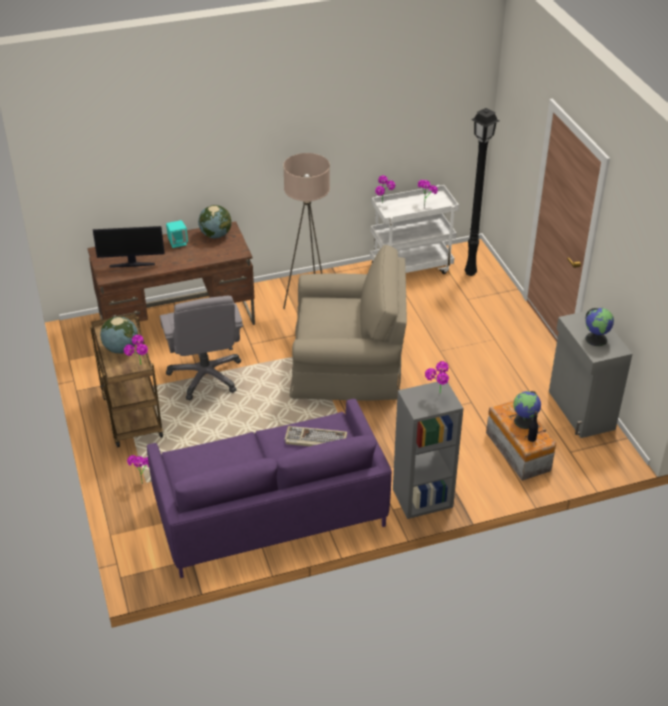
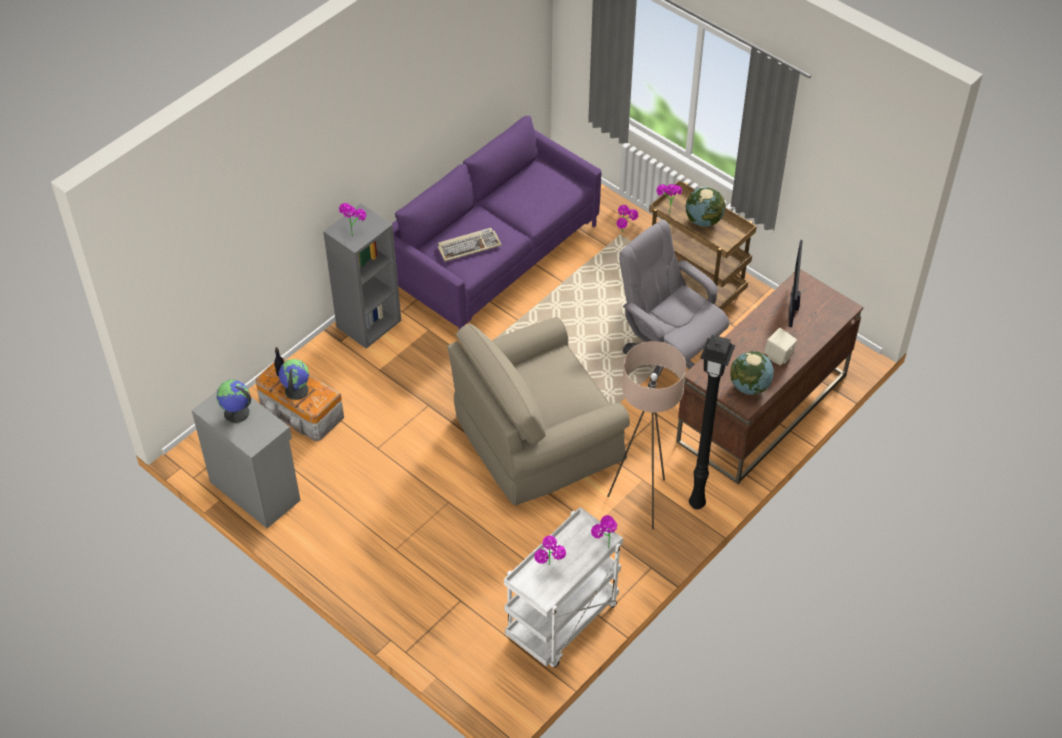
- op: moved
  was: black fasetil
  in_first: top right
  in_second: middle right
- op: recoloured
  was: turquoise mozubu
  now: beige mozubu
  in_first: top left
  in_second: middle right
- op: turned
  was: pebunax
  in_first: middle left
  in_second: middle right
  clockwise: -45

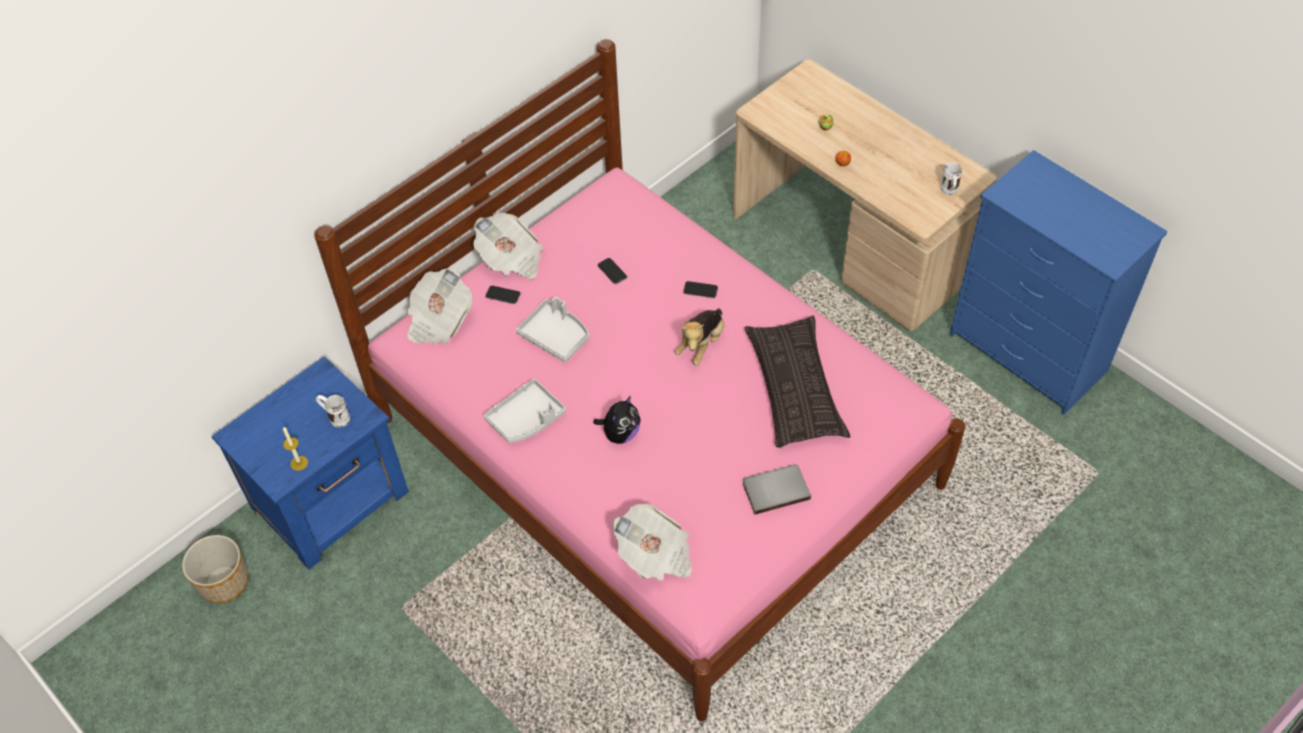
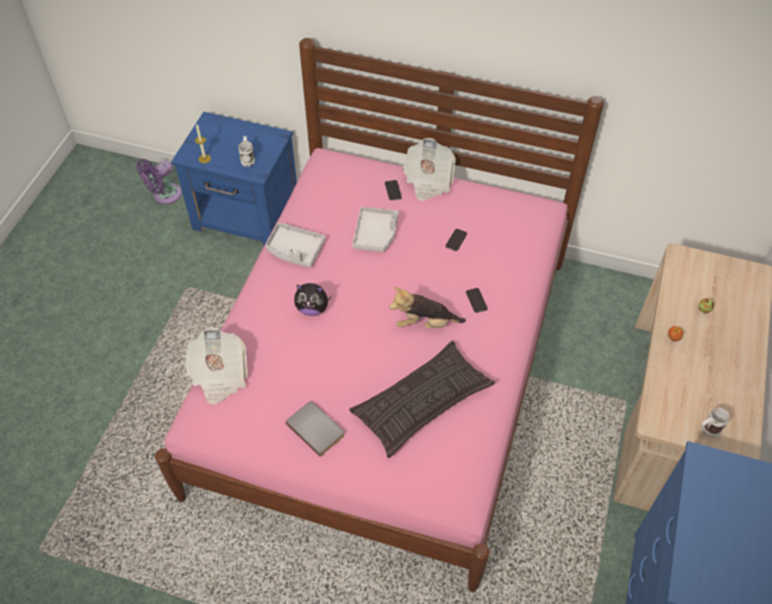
- op: replaced
  was: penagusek
  now: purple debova
  in_first: bottom left
  in_second: top left
- op: removed
  was: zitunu (1st from left)
  in_first: centre

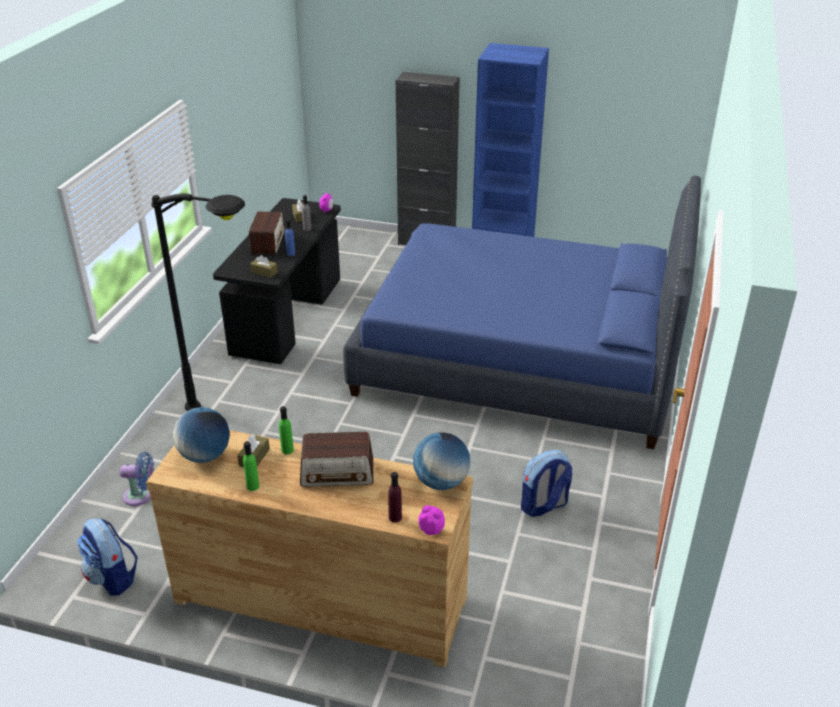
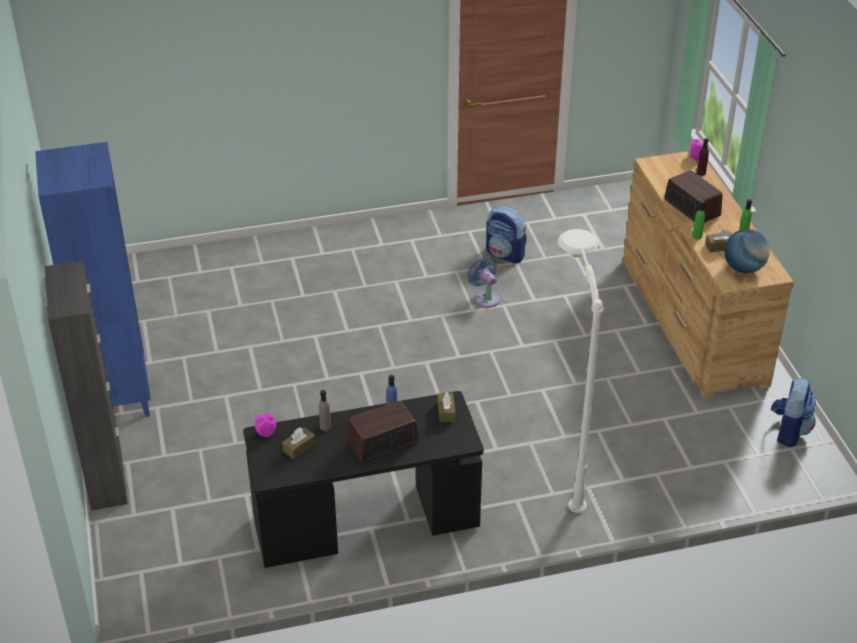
- op: moved
  was: blue debova
  in_first: bottom left
  in_second: centre
- op: recoloured
  was: black fasetil
  now: white fasetil
  in_first: middle left
  in_second: middle right
- op: removed
  was: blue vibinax
  in_first: centre
- op: removed
  was: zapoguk (2nd from left)
  in_first: centre

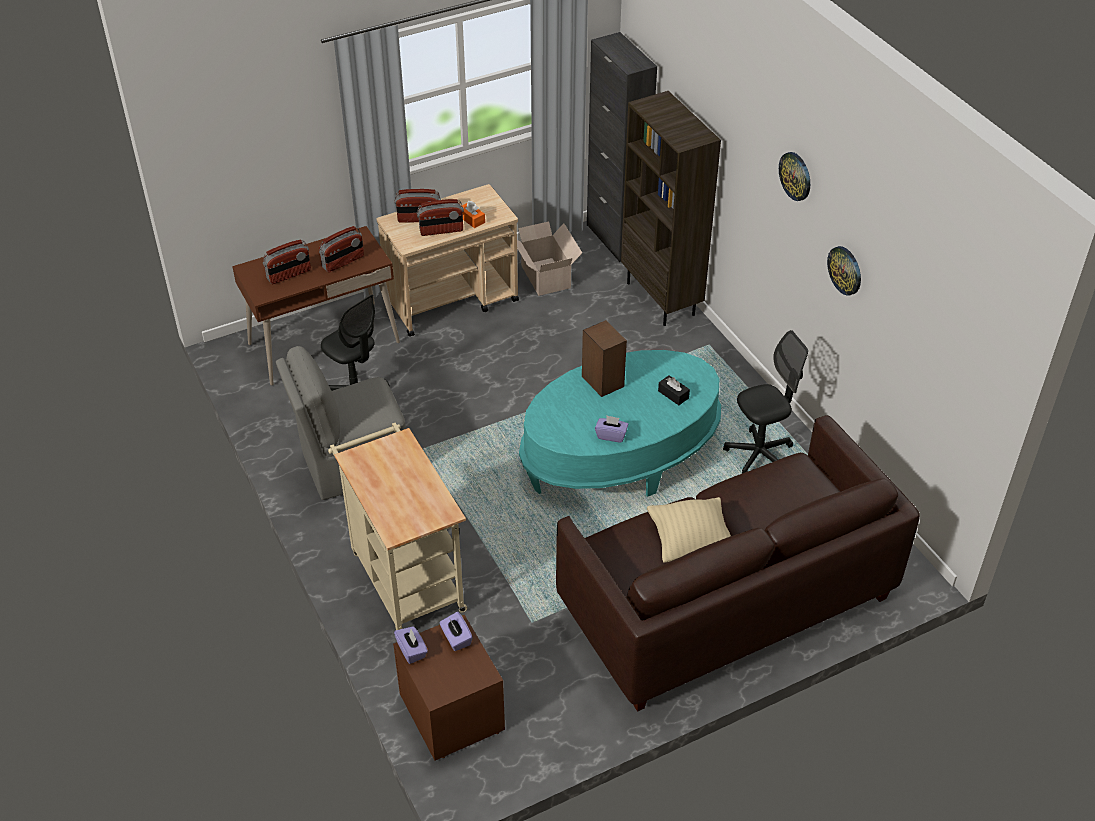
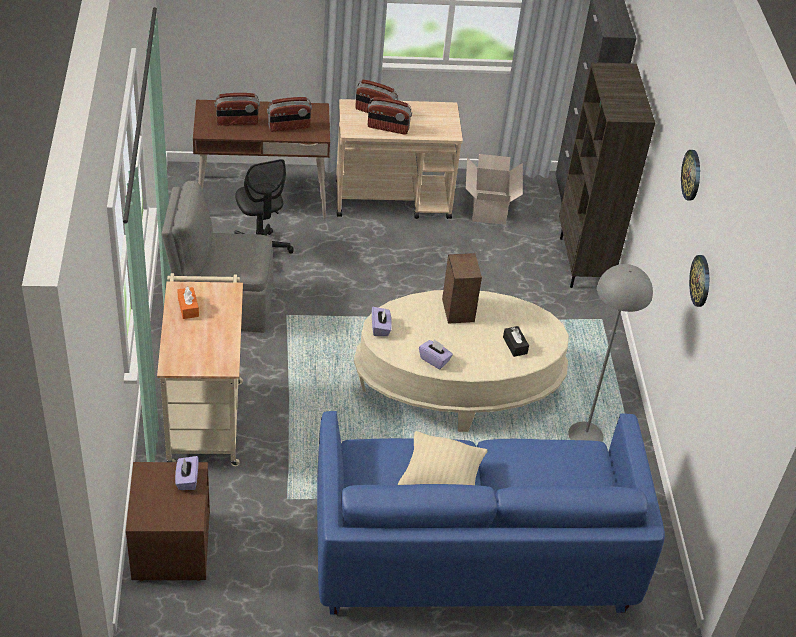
- op: moved
  was: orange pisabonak
  in_first: top centre
  in_second: middle left
- op: recoloured
  was: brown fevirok
  now: blue fevirok
  in_first: bottom right
  in_second: bottom centre
- op: recoloured
  was: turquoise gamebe
  now: beige gamebe
  in_first: centre
  in_second: centre
- op: moved
  was: purple pisabonak (1st from left in the first image)
  now: purple pisabonak (2nd from left)
  in_first: bottom centre
  in_second: centre
- op: replaced
  was: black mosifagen (2nd from left)
  now: grey fasetil
  in_first: middle right
  in_second: middle right

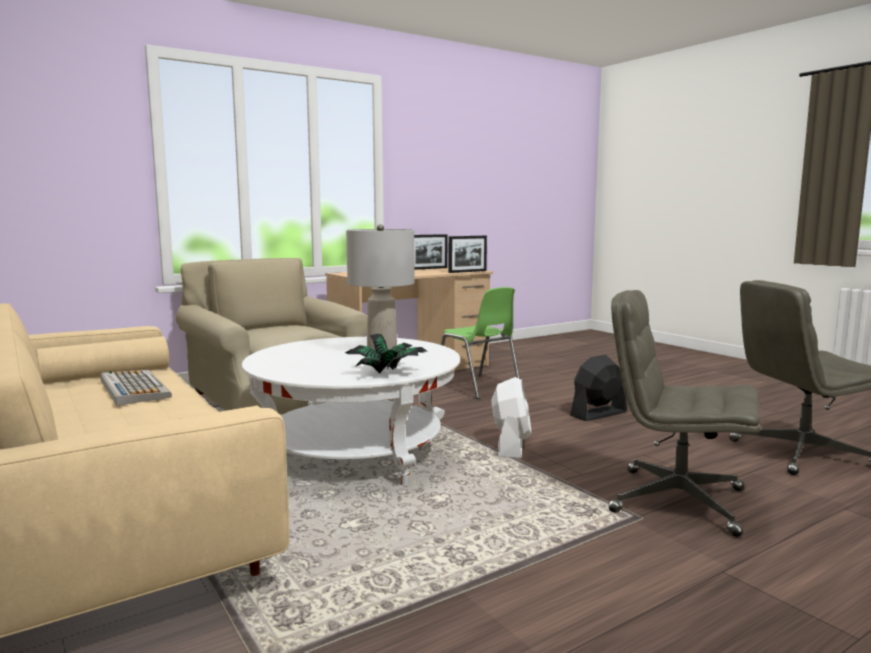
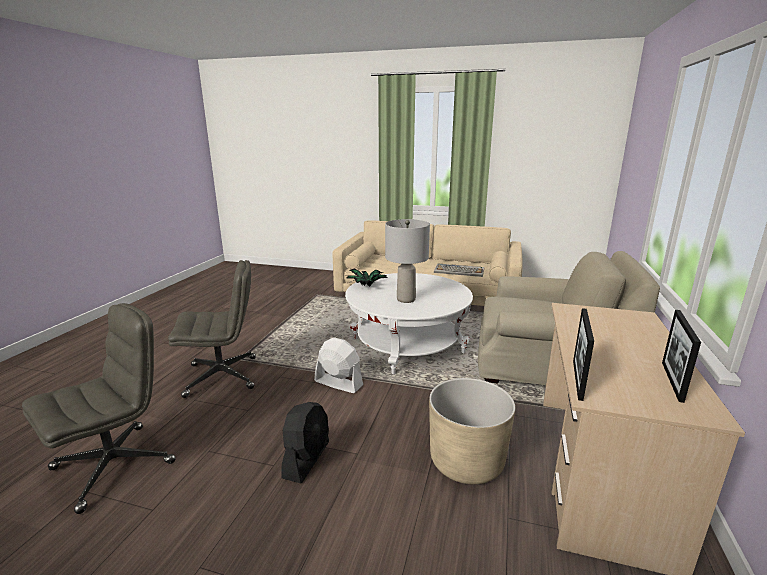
- op: turned
  was: white debova
  in_first: centre
  in_second: centre
  clockwise: 150
- op: replaced
  was: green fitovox
  now: beige penagusek
  in_first: centre
  in_second: bottom centre

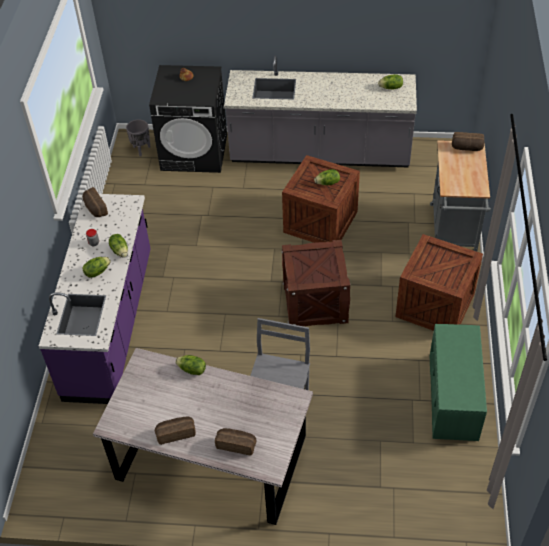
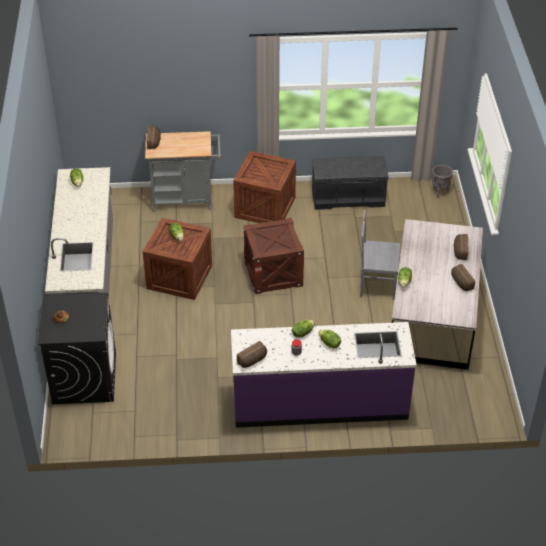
- op: recoloured
  was: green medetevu
  now: grey medetevu
  in_first: bottom right
  in_second: centre
- op: moved
  was: grey penagusek
  in_first: top left
  in_second: top right

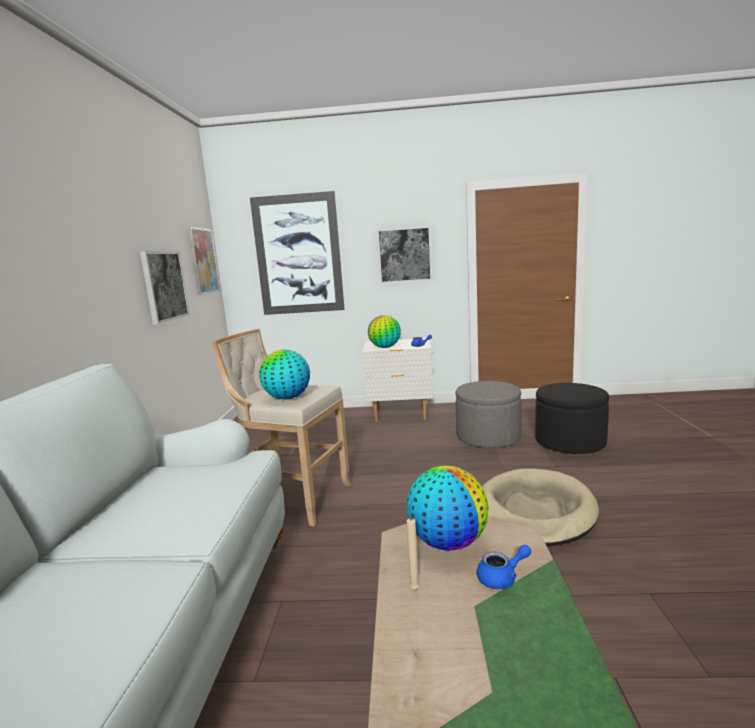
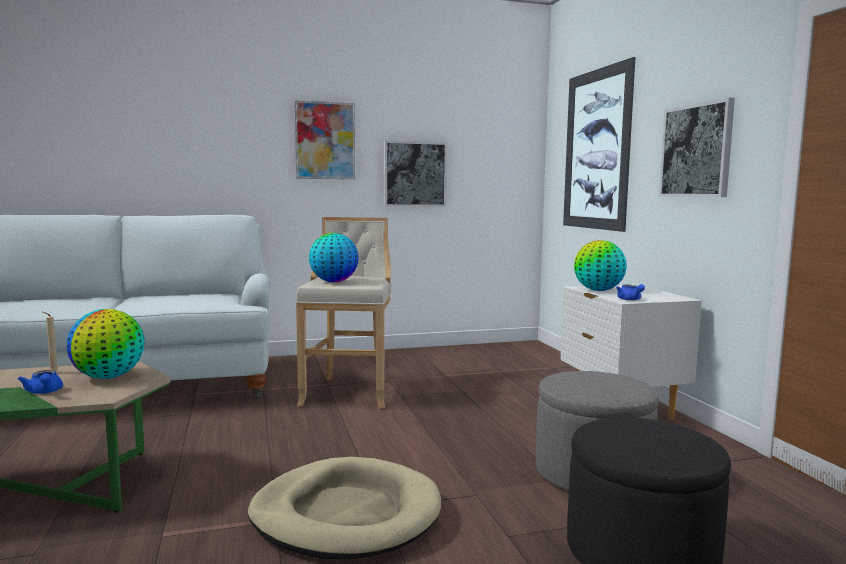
- op: moved
  was: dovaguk (2nd from left in the first image)
  now: dovaguk (1st from left)
  in_first: middle left
  in_second: top centre

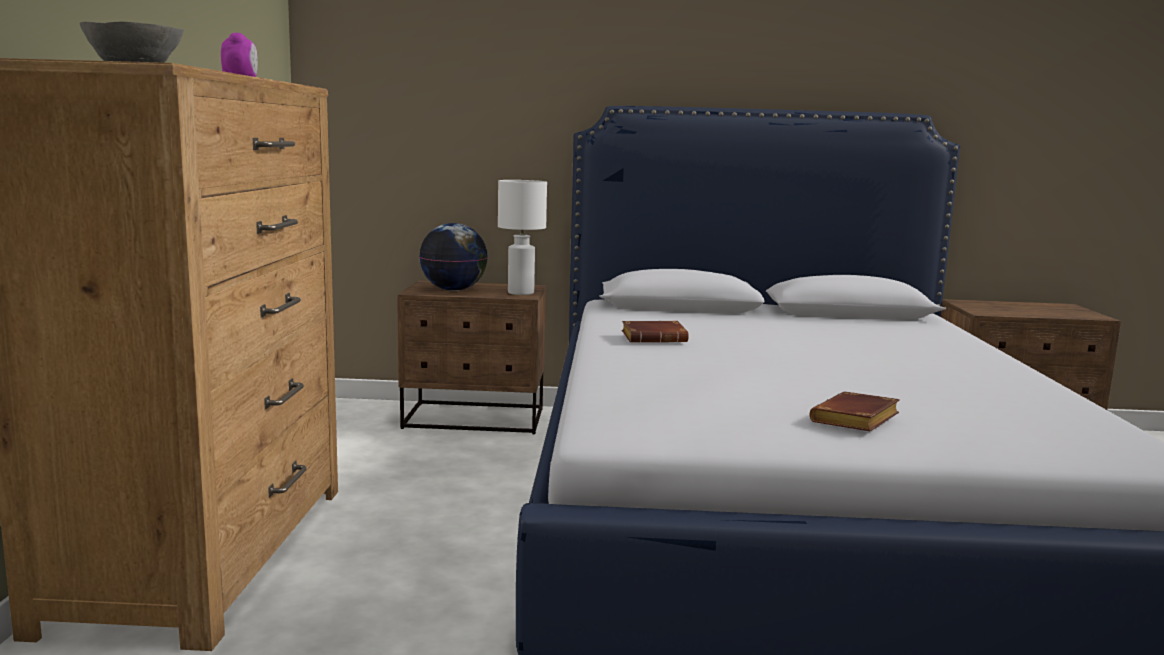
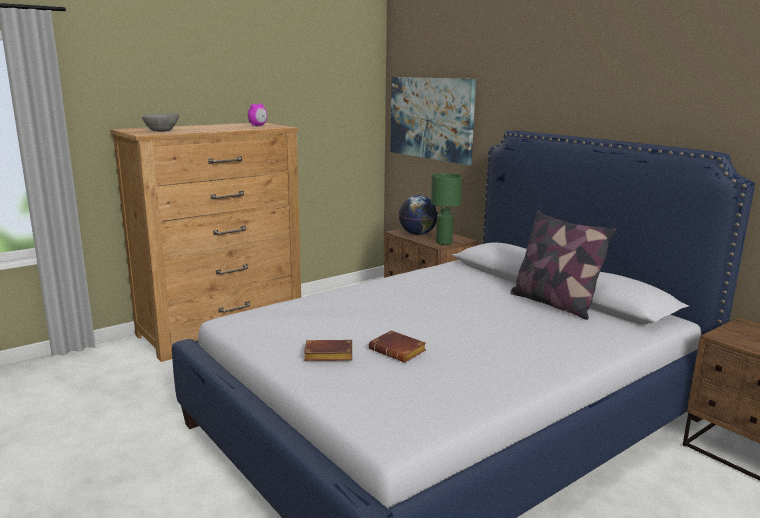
- op: moved
  was: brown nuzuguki (1st from left in the first image)
  now: brown nuzuguki (2nd from left)
  in_first: centre
  in_second: bottom centre
- op: added
  now: dovaguk
  in_second: top centre
- op: recoloured
  was: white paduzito
  now: green paduzito
  in_first: centre
  in_second: centre
- op: added
  now: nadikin
  in_second: middle right

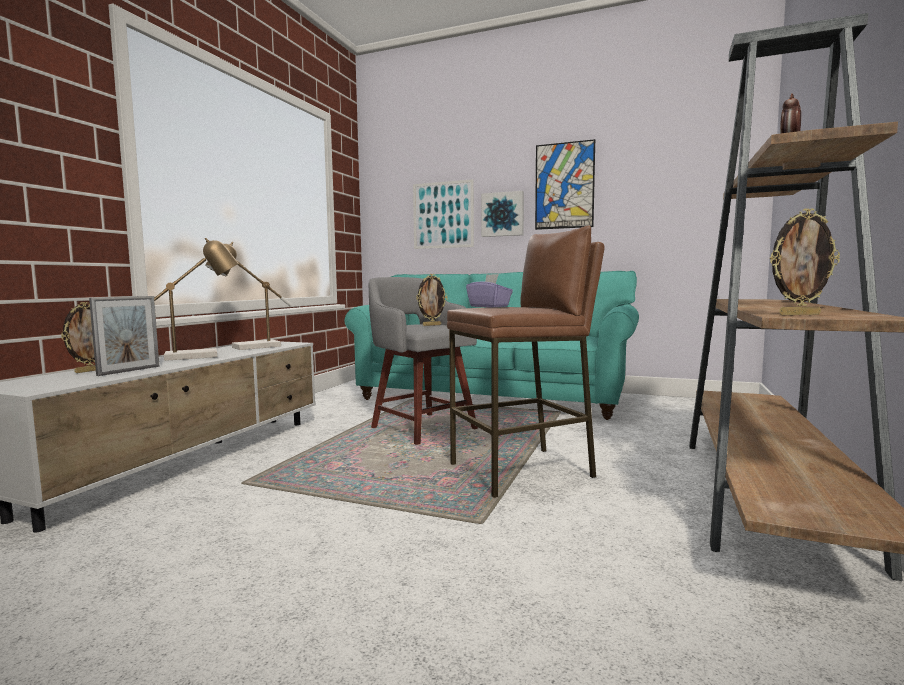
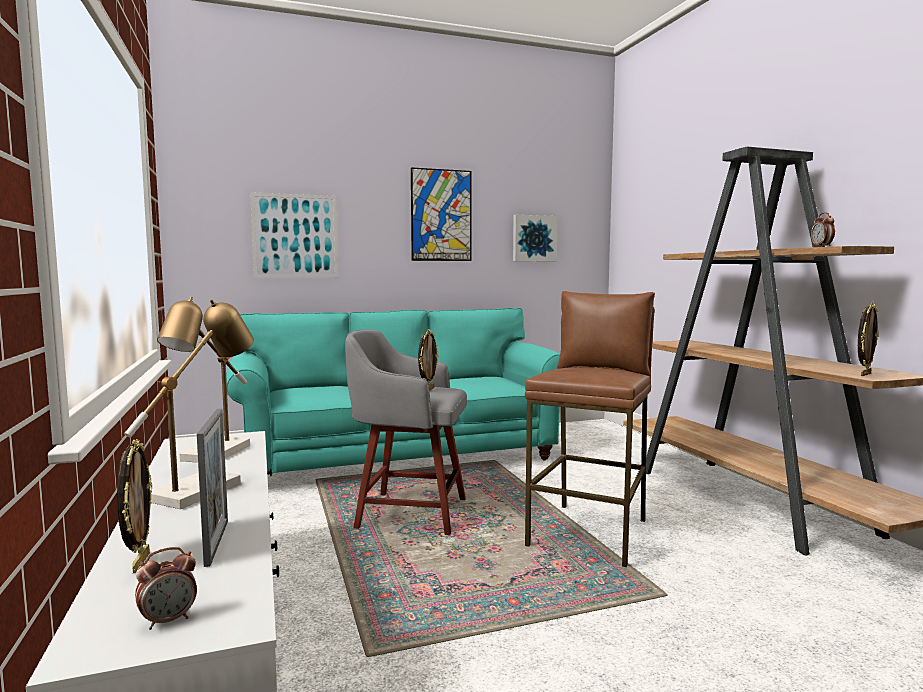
- op: added
  now: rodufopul (1st from left)
  in_second: bottom left
- op: moved
  was: dovaguk (2nd from left in the first image)
  now: dovaguk (3rd from left)
  in_first: top centre
  in_second: centre
- op: removed
  was: purple pisabonak
  in_first: centre

